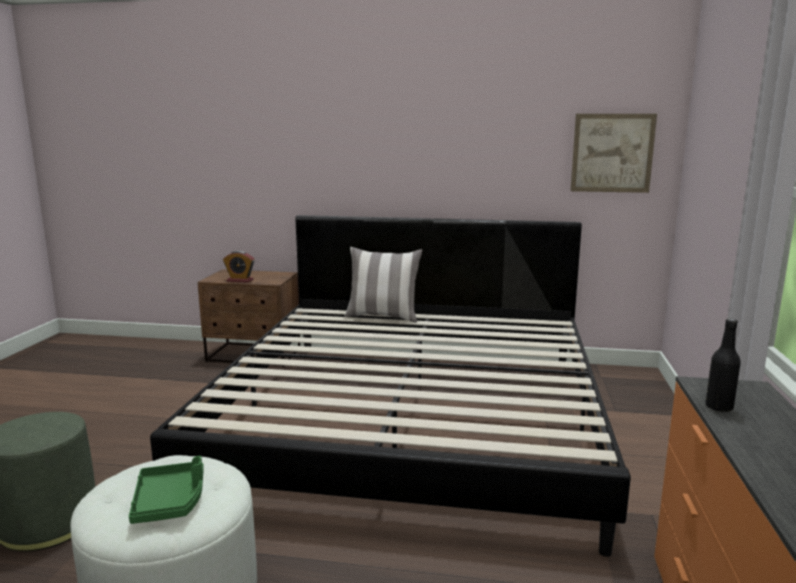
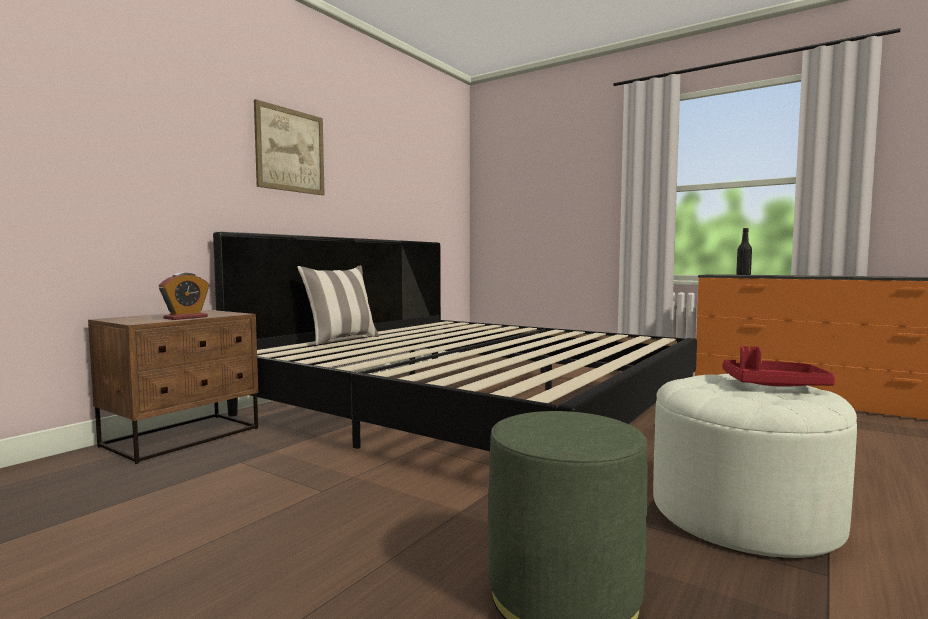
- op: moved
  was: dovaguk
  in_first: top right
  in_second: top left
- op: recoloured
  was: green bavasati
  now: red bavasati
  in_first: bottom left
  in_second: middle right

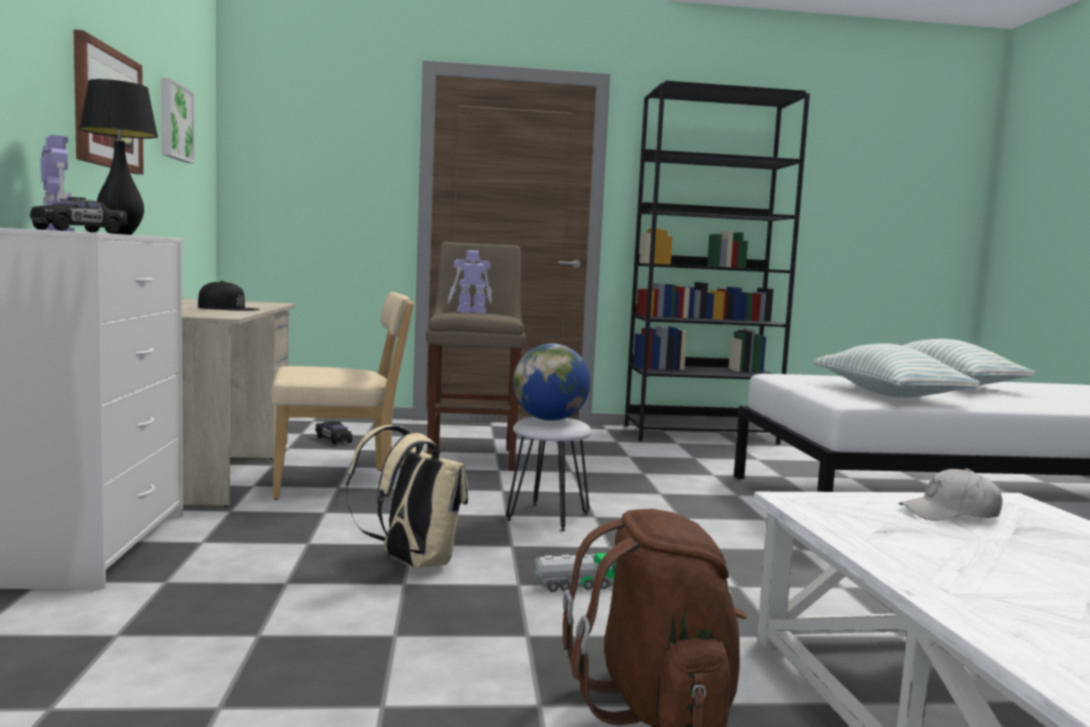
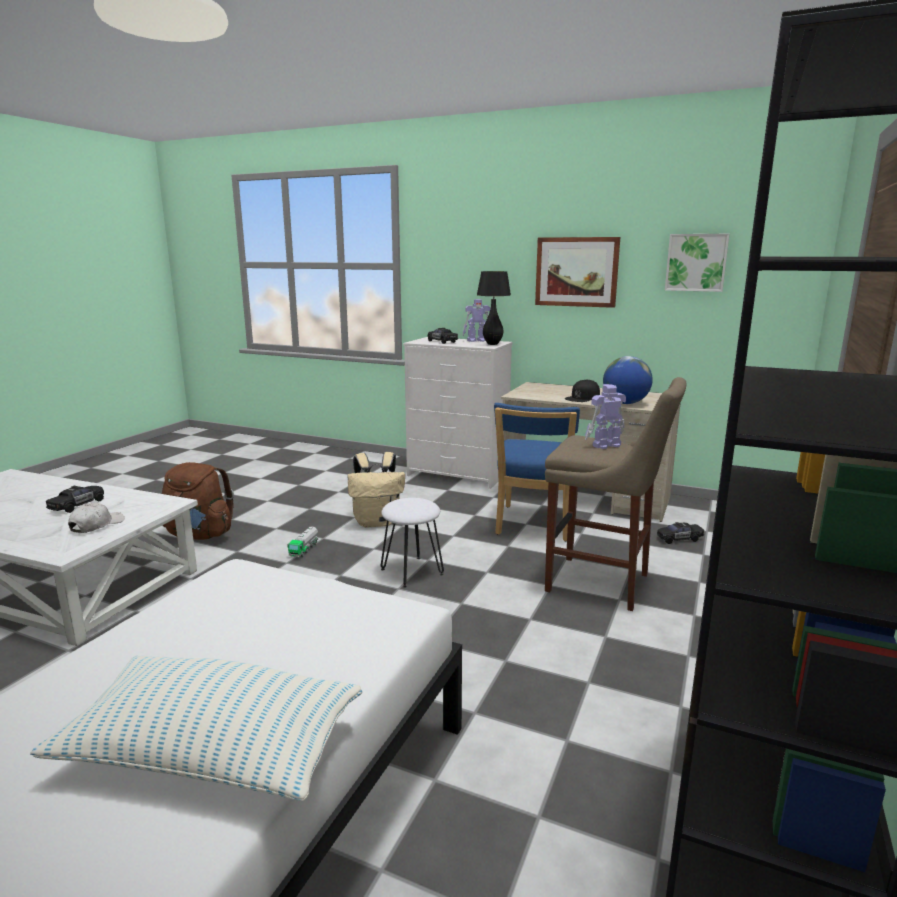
- op: added
  now: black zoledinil (1st from left)
  in_second: middle left
- op: recoloured
  was: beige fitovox
  now: blue fitovox
  in_first: middle left
  in_second: centre
- op: turned
  was: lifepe (2nd from left)
  in_first: centre
  in_second: middle right
  clockwise: -120
- op: moved
  was: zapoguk
  in_first: centre
  in_second: middle right
- op: removed
  was: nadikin (1st from left)
  in_first: middle right

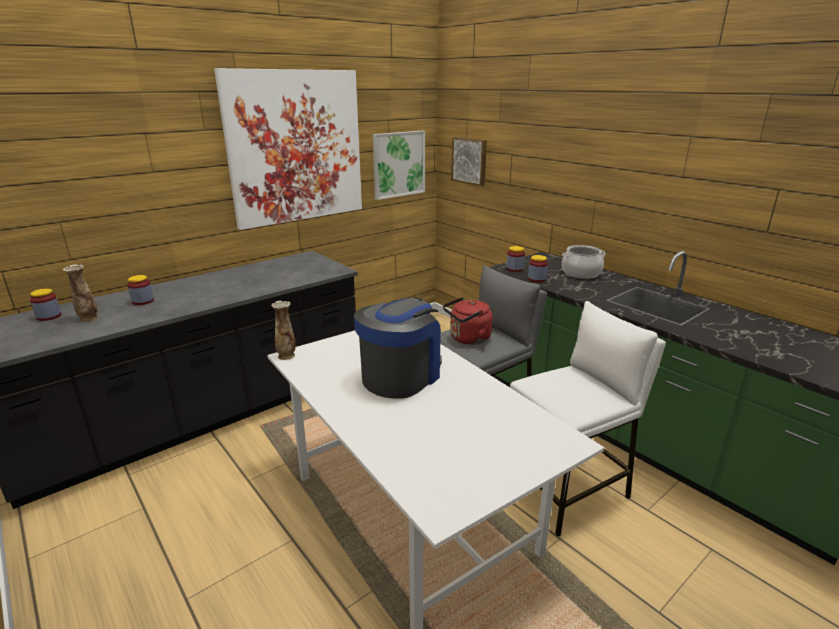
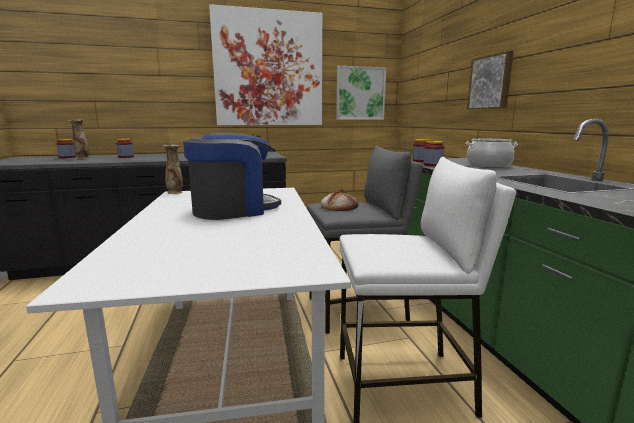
- op: replaced
  was: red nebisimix
  now: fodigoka
  in_first: centre
  in_second: centre
- op: moved
  was: dovaguk (3rd from left)
  in_first: top centre
  in_second: top right

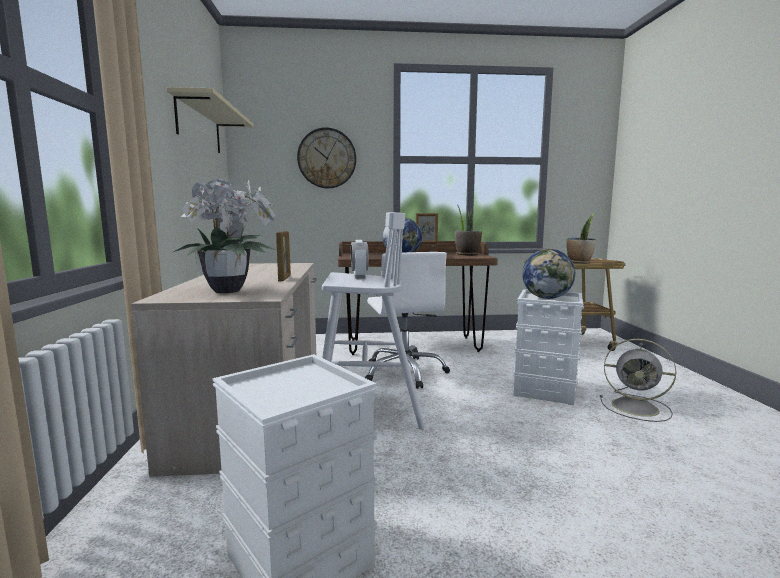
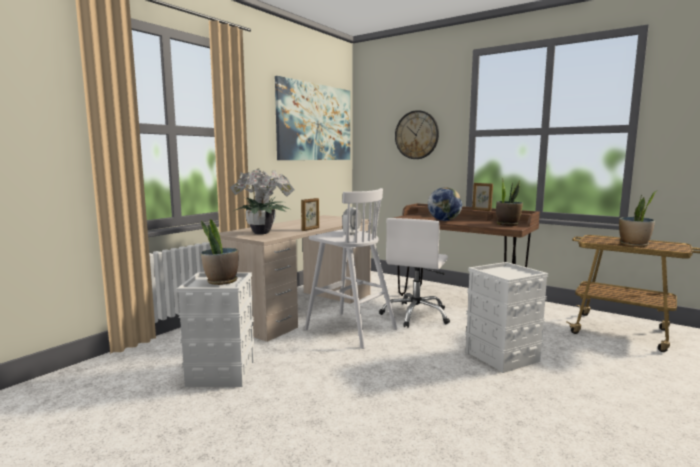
- op: added
  now: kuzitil (1st from left)
  in_second: middle left
- op: replaced
  was: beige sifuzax
  now: dovaguk
  in_first: top left
  in_second: top centre
- op: removed
  was: zapoguk (2nd from left)
  in_first: middle right
- op: removed
  was: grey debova
  in_first: middle right

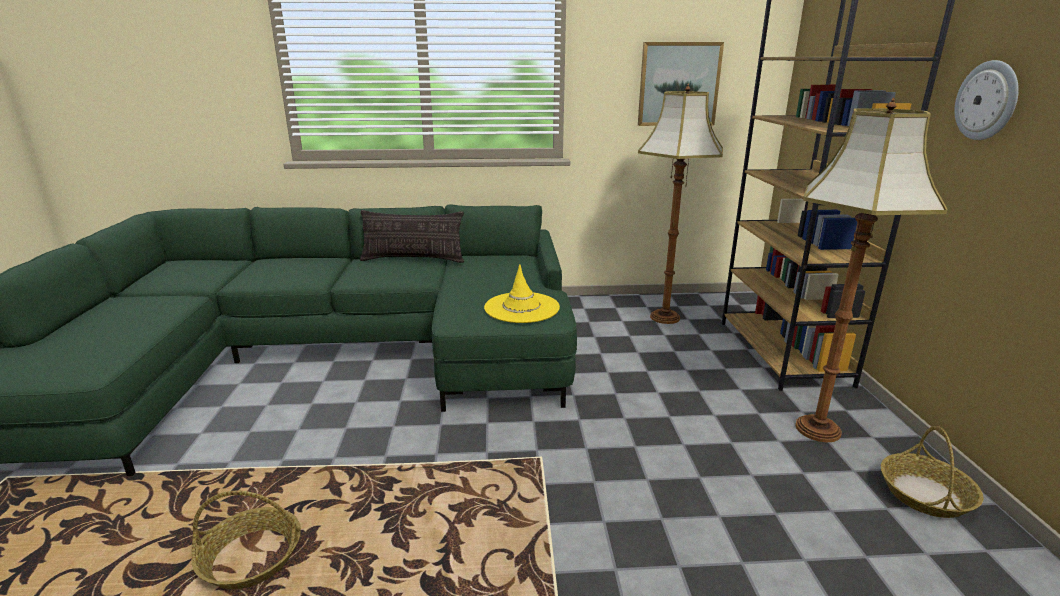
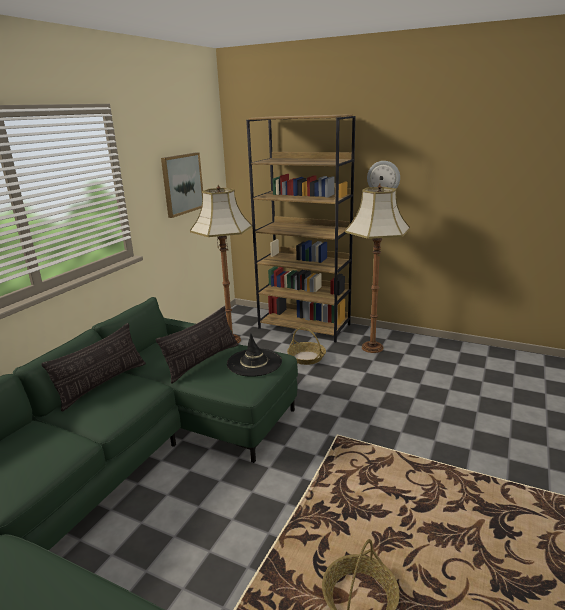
- op: added
  now: nadikin (2nd from left)
  in_second: centre
- op: recoloured
  was: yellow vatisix
  now: black vatisix
  in_first: centre
  in_second: centre
- op: moved
  was: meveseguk (2nd from left in the first image)
  now: meveseguk (1st from left)
  in_first: bottom right
  in_second: centre

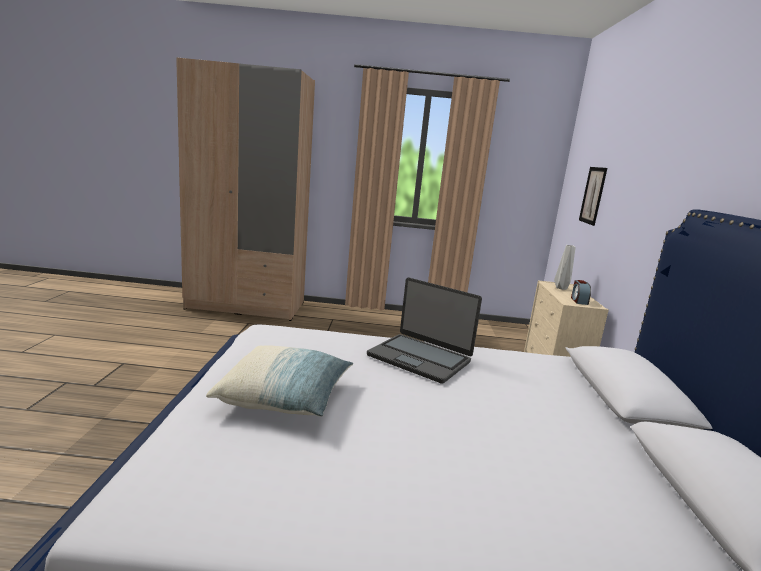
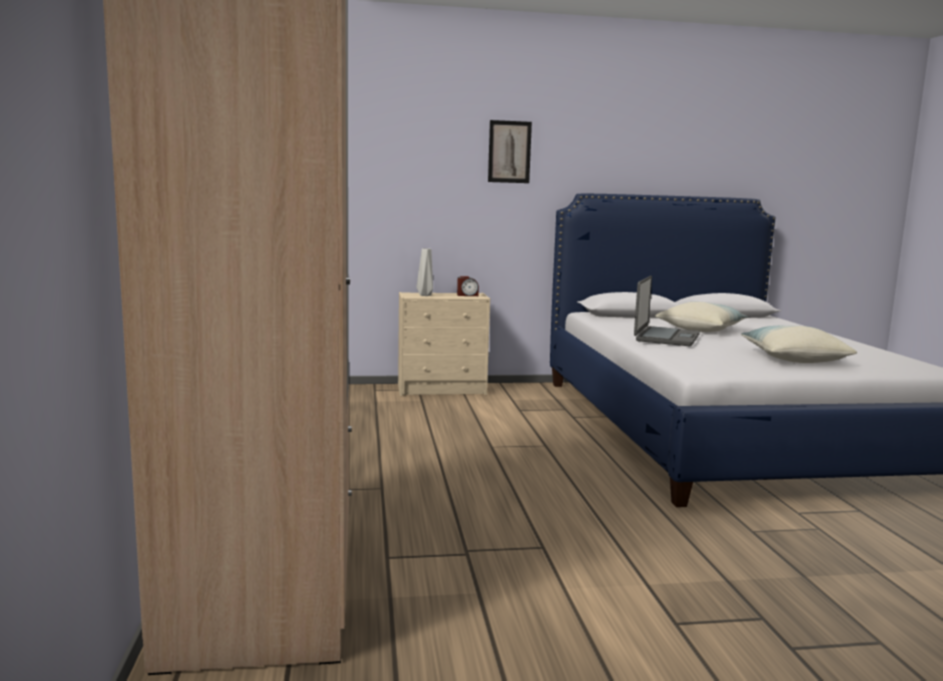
- op: moved
  was: dovaguk
  in_first: middle right
  in_second: top centre
- op: added
  now: nadikin (1st from left)
  in_second: middle right

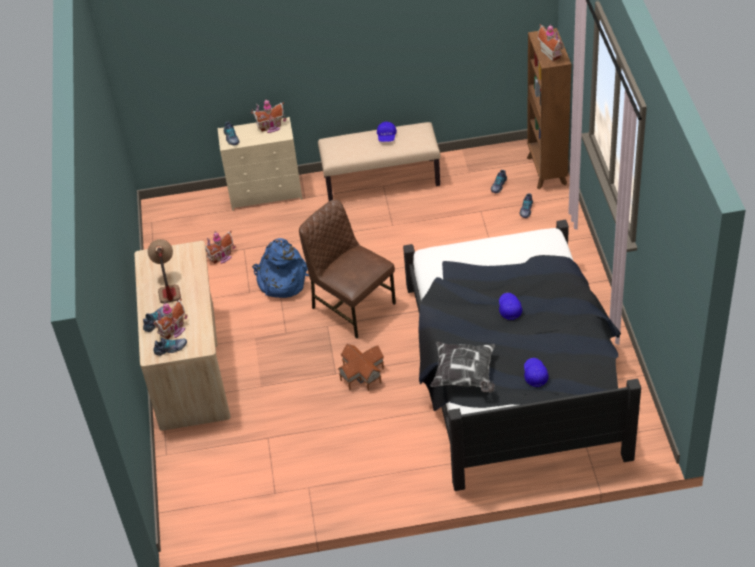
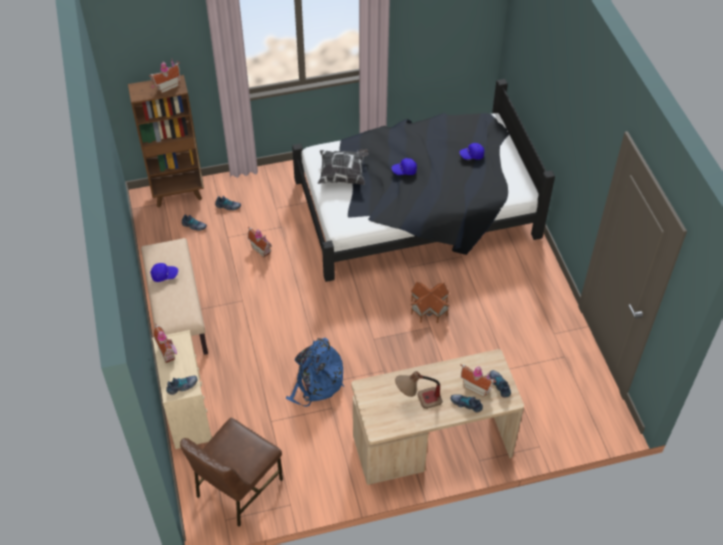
- op: moved
  was: brown fitovox
  in_first: centre
  in_second: bottom left
- op: moved
  was: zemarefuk (2nd from left in the first image)
  now: zemarefuk (3rd from left)
  in_first: middle left
  in_second: centre
- op: moved
  was: nadikin
  in_first: centre
  in_second: top centre

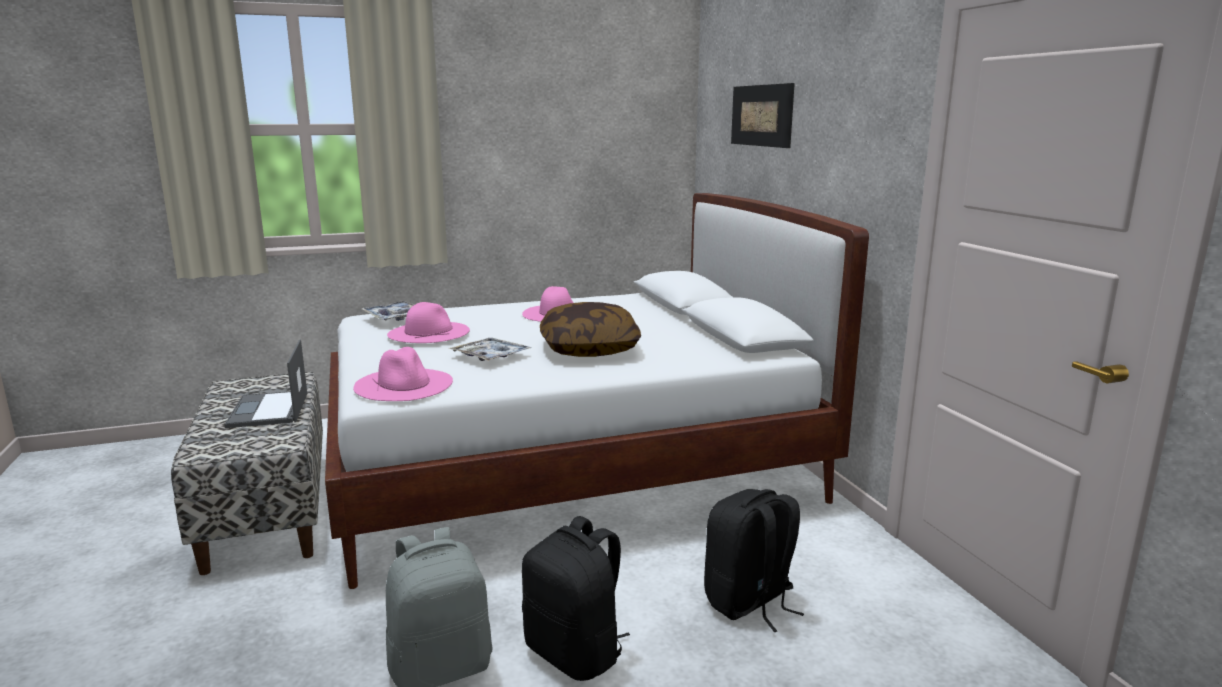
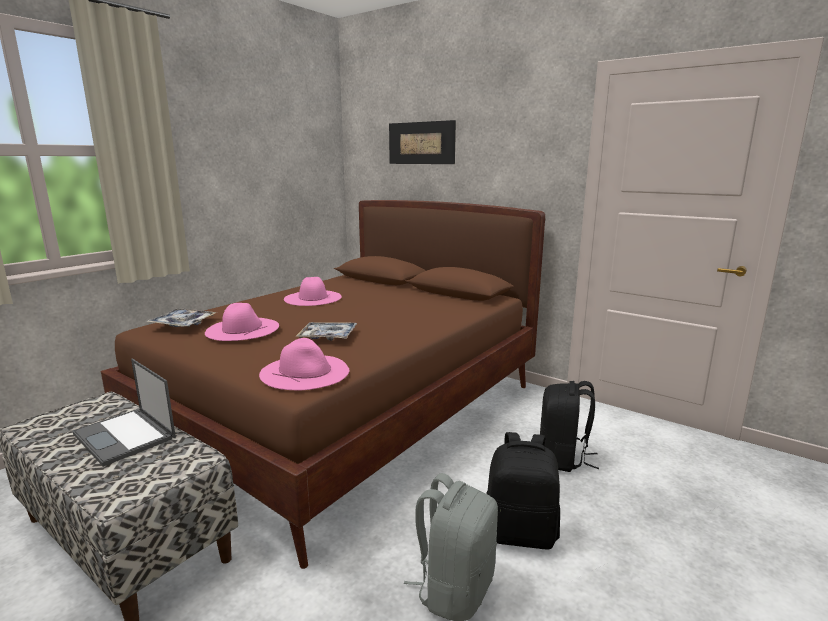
- op: recoloured
  was: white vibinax
  now: brown vibinax
  in_first: centre
  in_second: centre
- op: removed
  was: nadikin
  in_first: centre

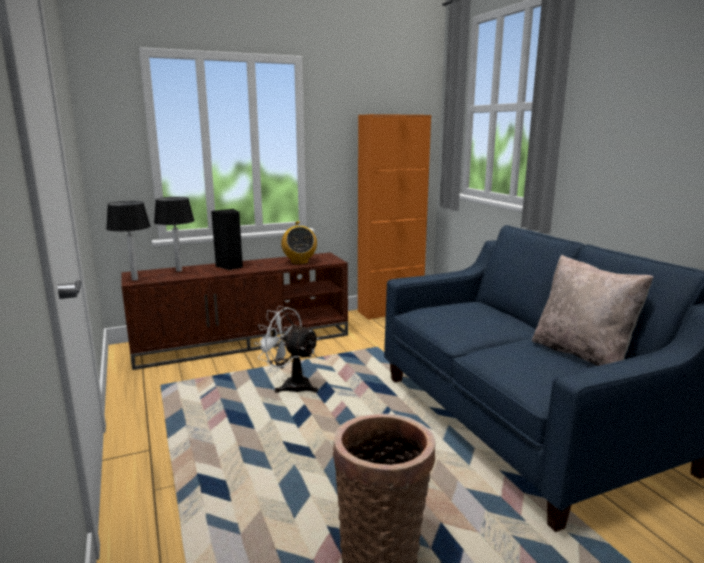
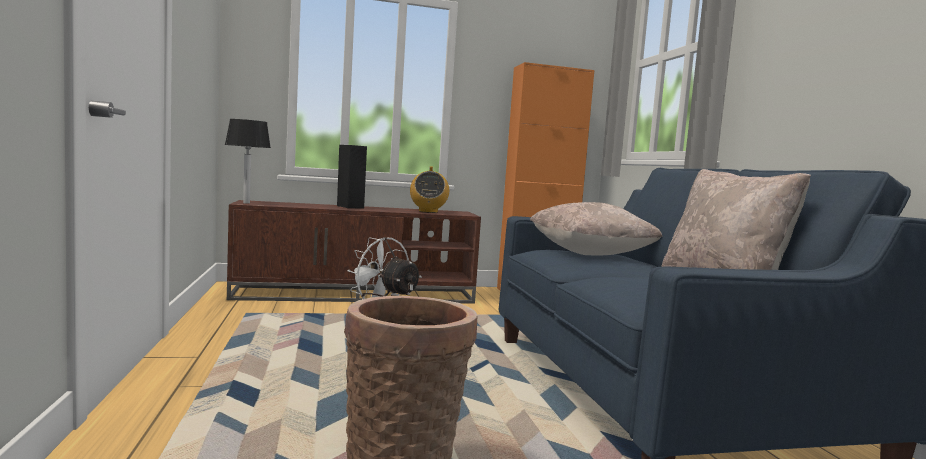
- op: added
  now: beige nadikin (1st from left)
  in_second: centre
- op: removed
  was: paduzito (2nd from left)
  in_first: middle left

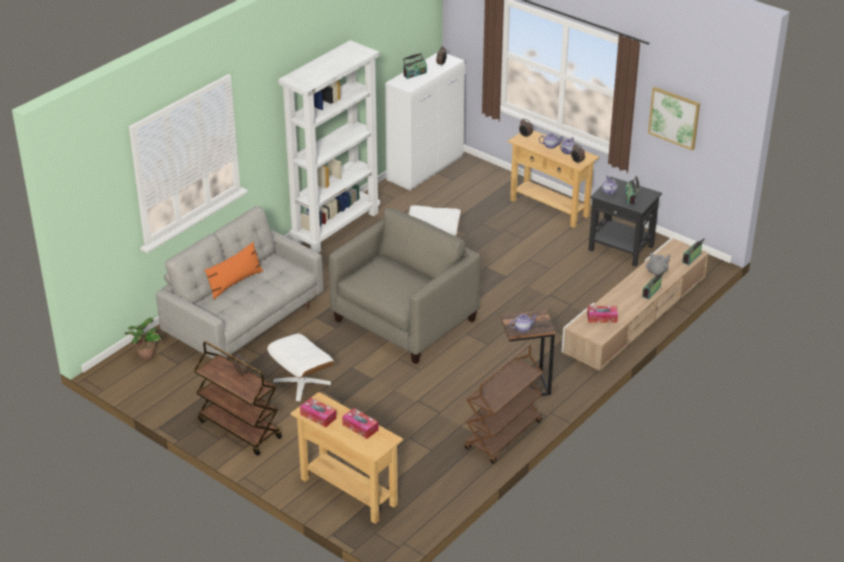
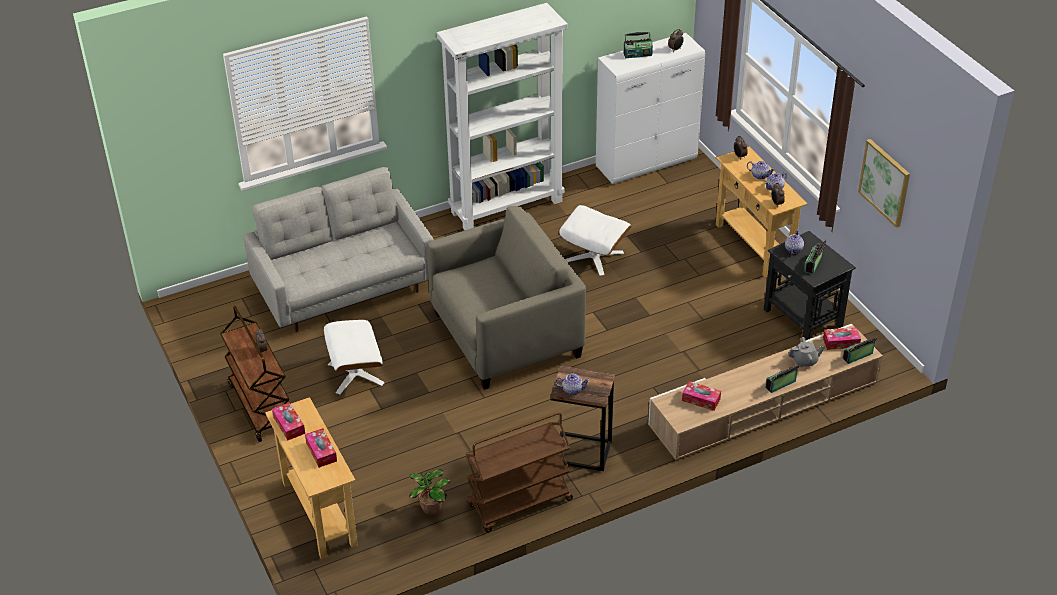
- op: moved
  was: kuzitil
  in_first: middle left
  in_second: bottom centre
- op: added
  now: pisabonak (4th from left)
  in_second: middle right
- op: removed
  was: orange nadikin
  in_first: middle left

